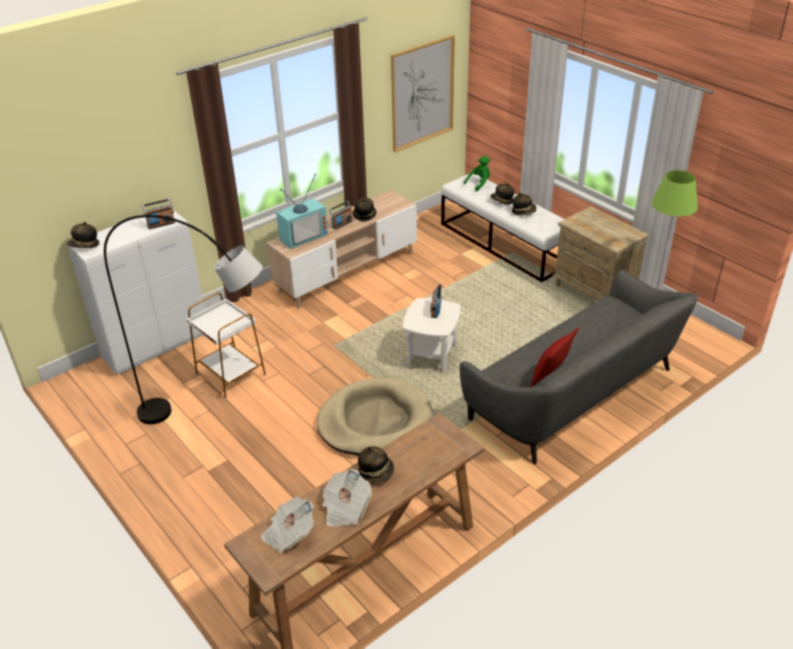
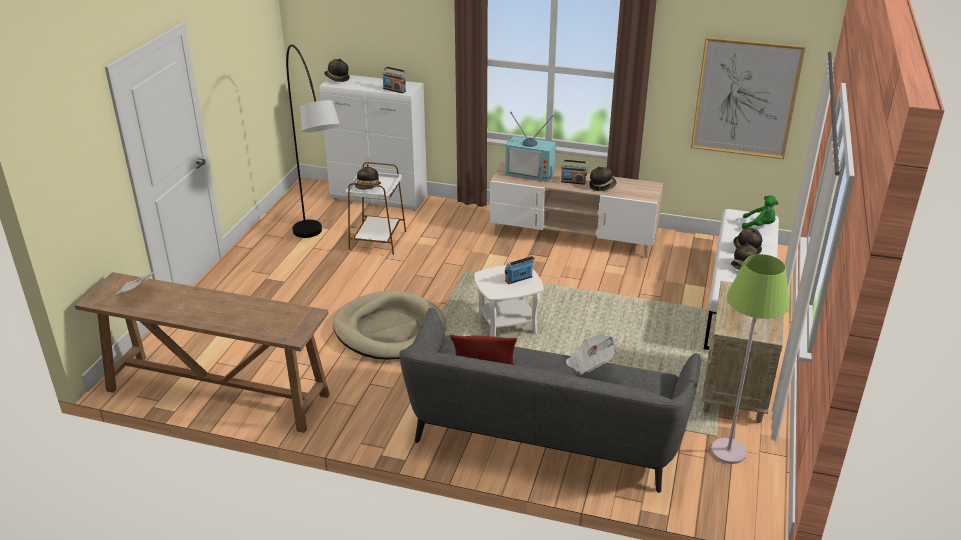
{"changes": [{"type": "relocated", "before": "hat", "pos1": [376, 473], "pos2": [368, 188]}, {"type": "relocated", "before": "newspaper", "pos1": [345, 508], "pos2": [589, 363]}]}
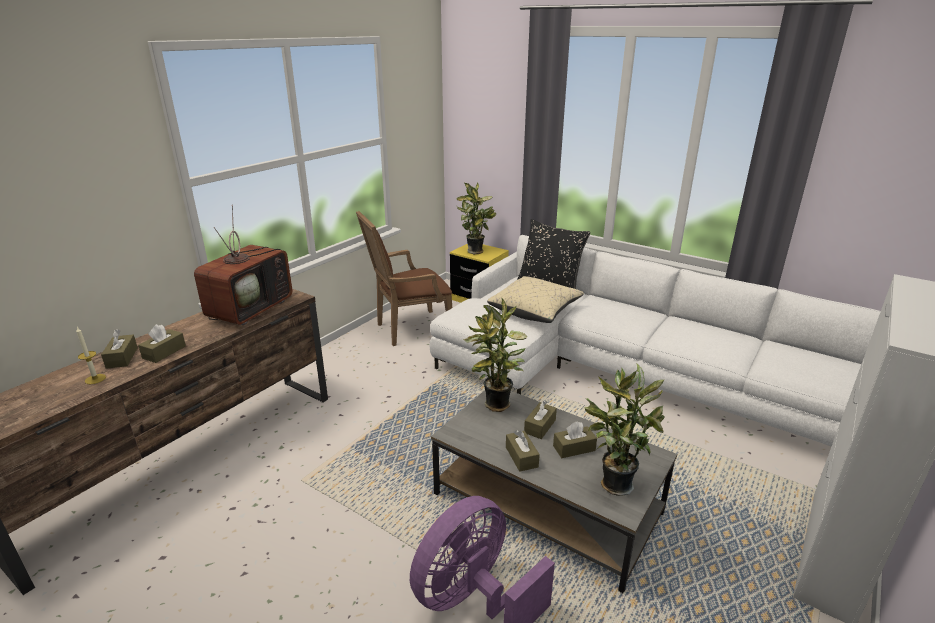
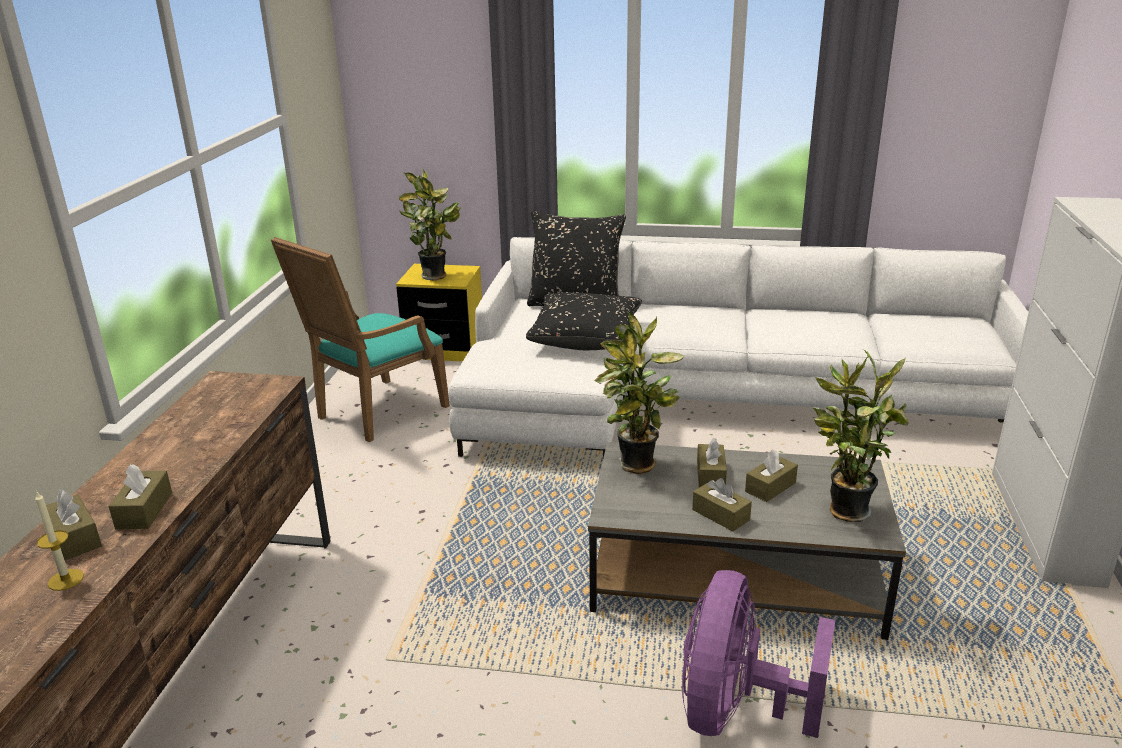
{"changes": [{"type": "missing", "before": "television", "pos1": [250, 308]}, {"type": "colour", "before": "armchair (brown)", "after": "armchair (turquoise)", "pos1": [409, 329], "pos2": [374, 413]}, {"type": "colour", "before": "pillow (beige)", "after": "pillow (black)", "pos1": [535, 310], "pos2": [586, 338]}]}
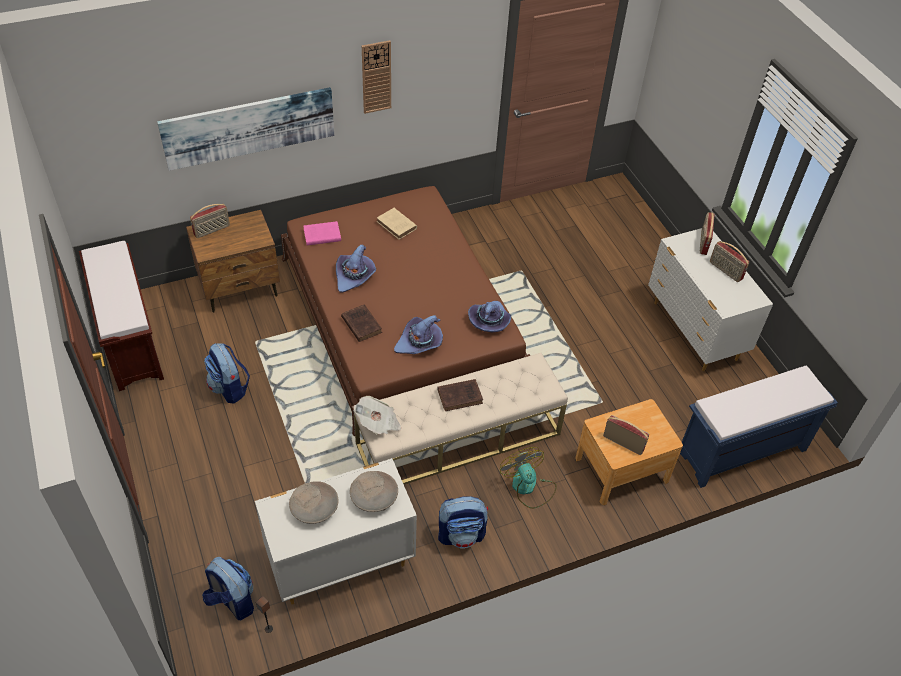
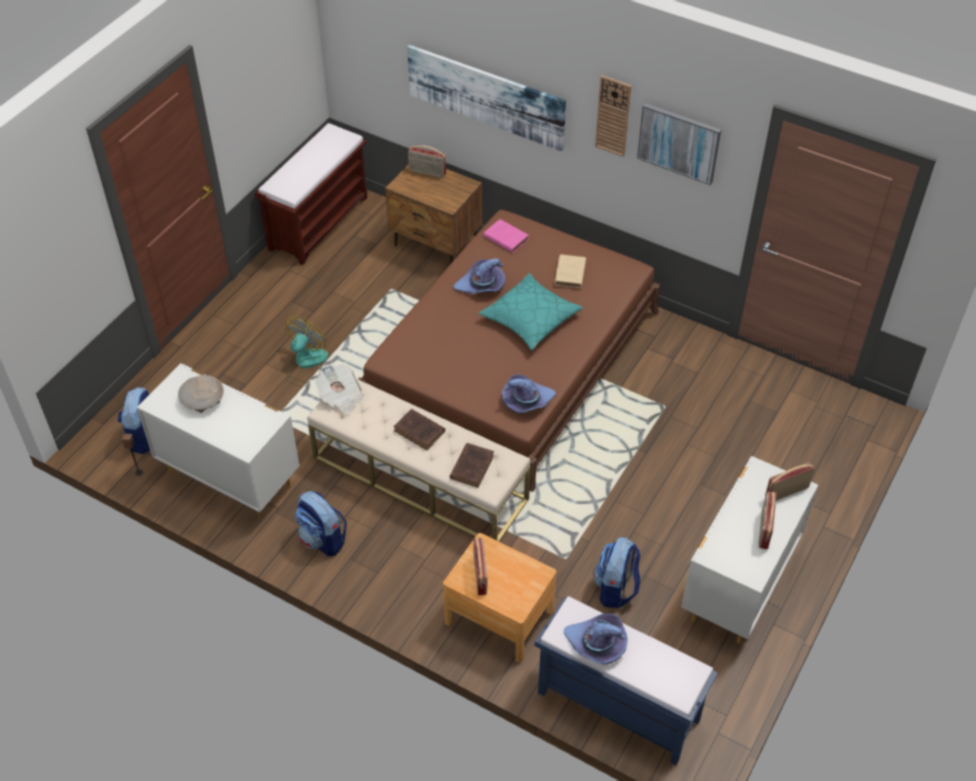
{"changes": [{"type": "relocated", "before": "book (brown)", "pos1": [361, 324], "pos2": [472, 466]}, {"type": "relocated", "before": "hat (purple)", "pos1": [420, 343], "pos2": [597, 644]}, {"type": "relocated", "before": "backpack", "pos1": [229, 388], "pos2": [616, 589]}, {"type": "relocated", "before": "fan", "pos1": [528, 487], "pos2": [306, 364]}, {"type": "missing", "before": "bowl (beige)", "pos1": [374, 497]}, {"type": "appeared", "after": "picture", "pos2": [679, 143]}, {"type": "appeared", "after": "pillow (turquoise)", "pos2": [530, 318]}]}
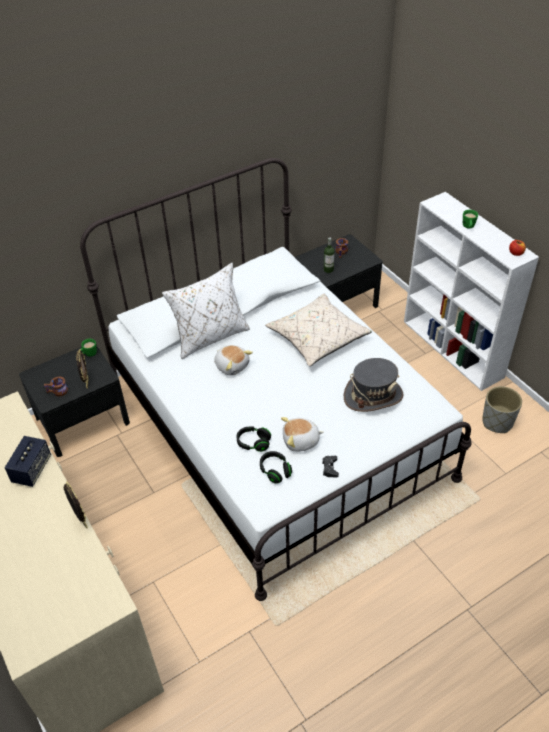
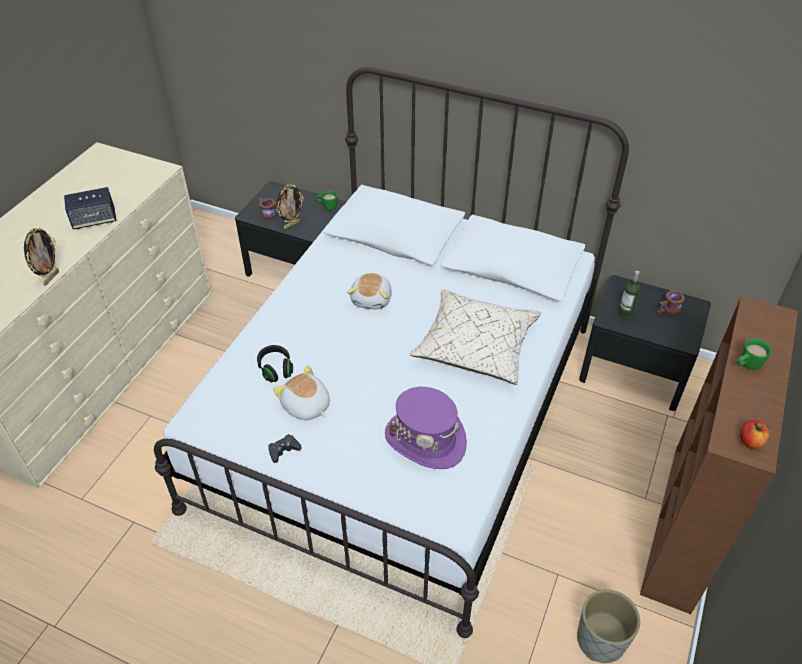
{"changes": [{"type": "colour", "before": "bookcase (white)", "after": "bookcase (brown)", "pos1": [453, 349], "pos2": [682, 527]}, {"type": "missing", "before": "pillow (white)", "pos1": [210, 337]}, {"type": "colour", "before": "hat (grey)", "after": "hat (purple)", "pos1": [373, 396], "pos2": [425, 440]}, {"type": "missing", "before": "headphones (black)", "pos1": [275, 471]}]}
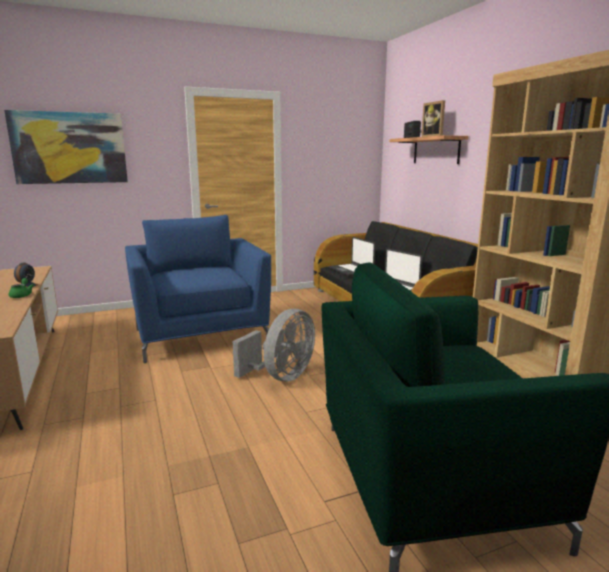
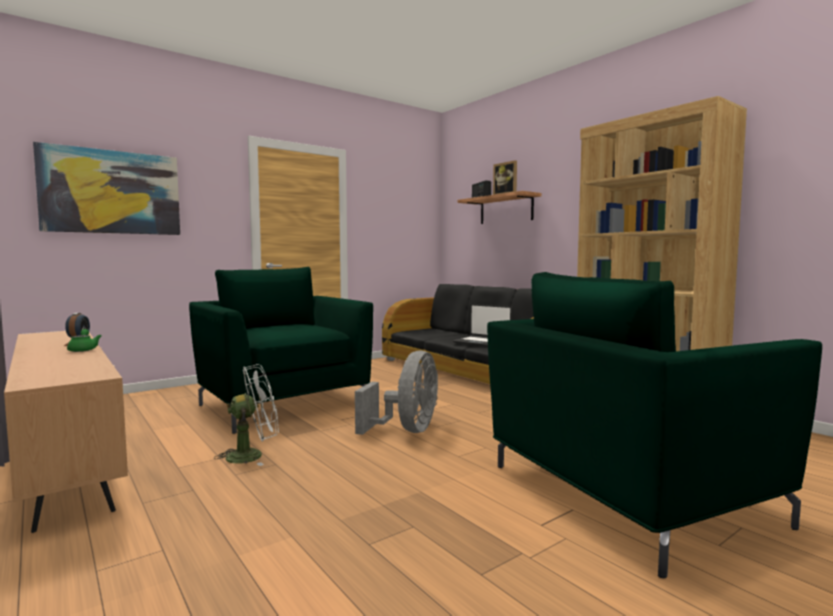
{"changes": [{"type": "colour", "before": "armchair (blue)", "after": "armchair (green)", "pos1": [201, 335], "pos2": [284, 404]}, {"type": "missing", "before": "laptop", "pos1": [351, 270]}, {"type": "appeared", "after": "fan (white)", "pos2": [252, 455]}]}
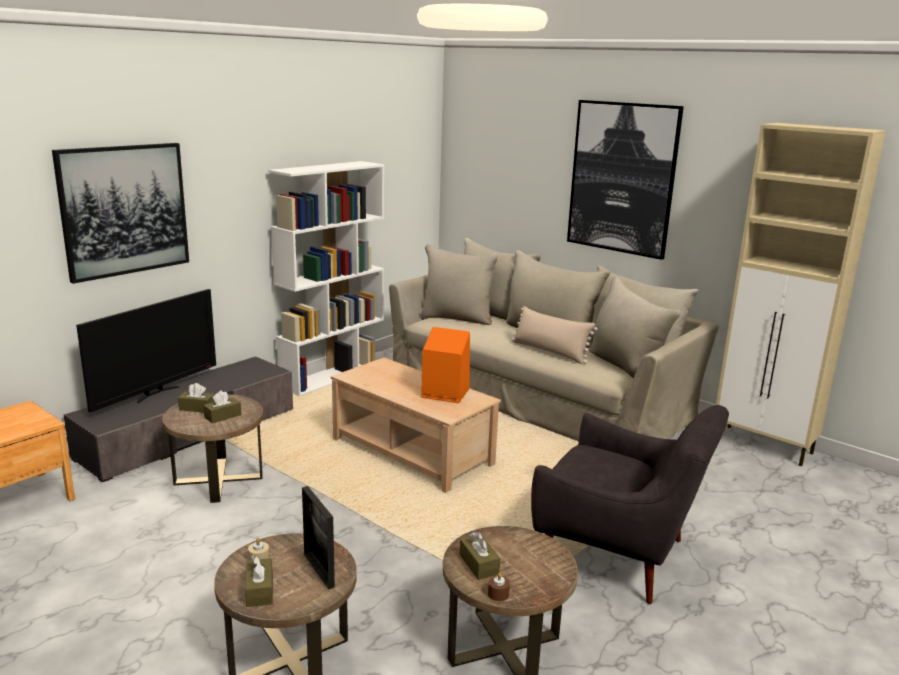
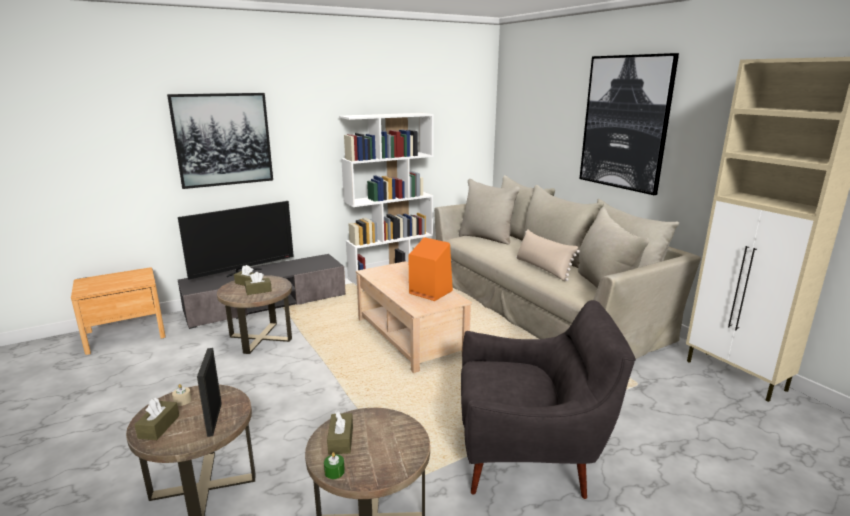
{"changes": [{"type": "spun", "before": "armchair (grey)", "pos1": [619, 556], "pos2": [529, 455], "turn": -45}, {"type": "colour", "before": "candle (brown)", "after": "candle (green)", "pos1": [498, 594], "pos2": [334, 471]}]}
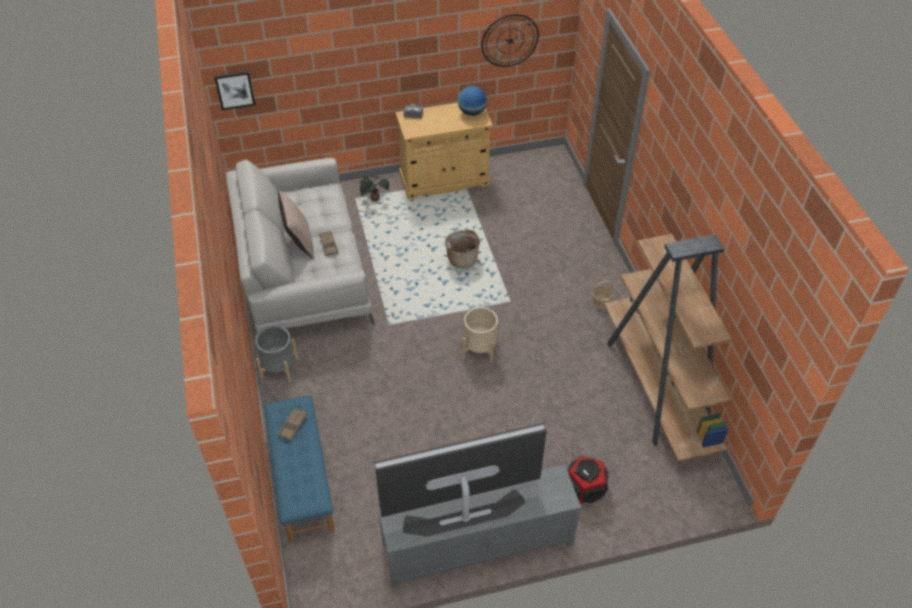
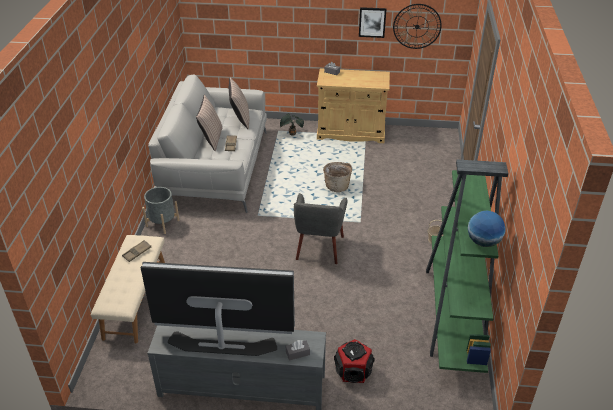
{"changes": [{"type": "relocated", "before": "picture", "pos1": [235, 90], "pos2": [372, 22]}, {"type": "relocated", "before": "globe", "pos1": [472, 112], "pos2": [483, 242]}, {"type": "colour", "before": "bookcase (brown)", "after": "bookcase (green)", "pos1": [657, 388], "pos2": [454, 314]}, {"type": "exchanged", "before": "planter (beige)", "after": "armchair (grey)", "pos1": [480, 348], "pos2": [319, 248]}, {"type": "colour", "before": "bench (blue)", "after": "bench (beige)", "pos1": [302, 480], "pos2": [135, 300]}, {"type": "appeared", "after": "pillow", "pos2": [240, 119]}, {"type": "appeared", "after": "tissue box (grey)", "pos2": [297, 353]}]}
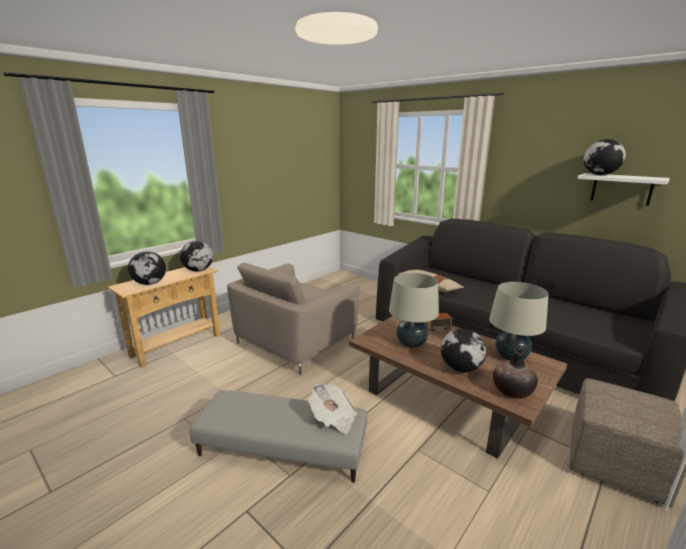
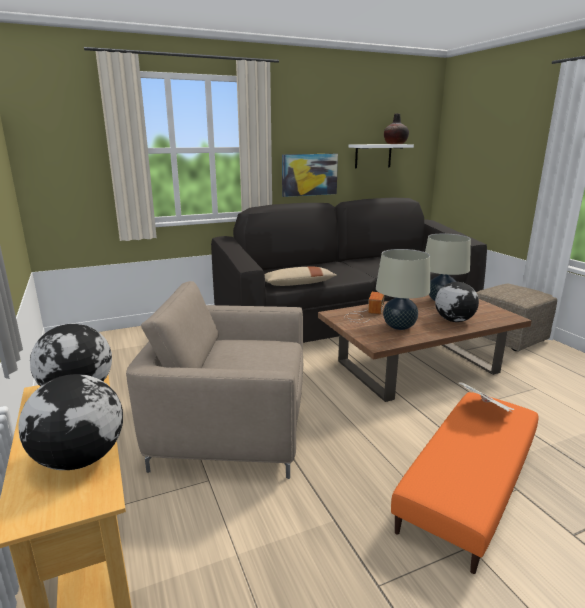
{"changes": [{"type": "missing", "before": "globe", "pos1": [600, 175]}, {"type": "spun", "before": "armchair (beige)", "pos1": [295, 341], "pos2": [231, 426], "turn": 120}, {"type": "relocated", "before": "vase", "pos1": [512, 391], "pos2": [395, 144]}, {"type": "colour", "before": "ottoman (grey)", "after": "ottoman (orange)", "pos1": [282, 447], "pos2": [469, 485]}, {"type": "appeared", "after": "picture", "pos2": [309, 174]}]}
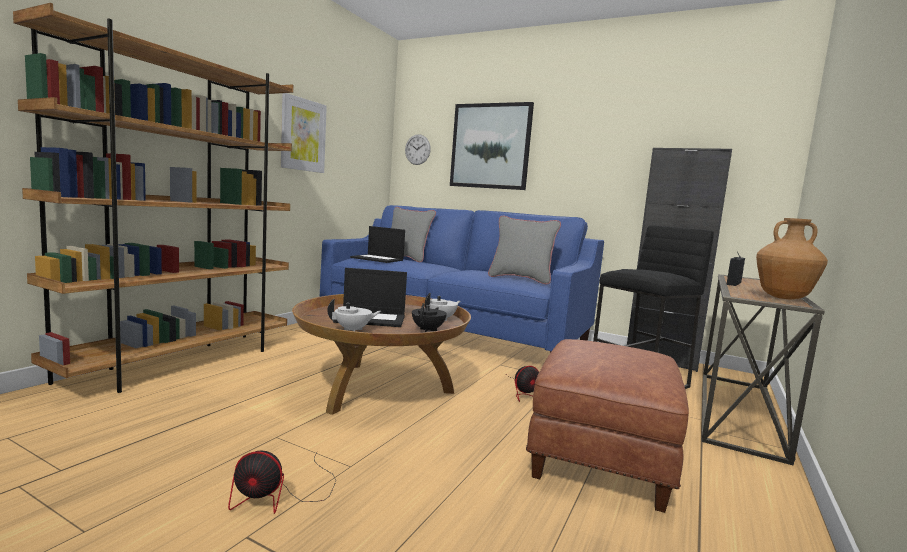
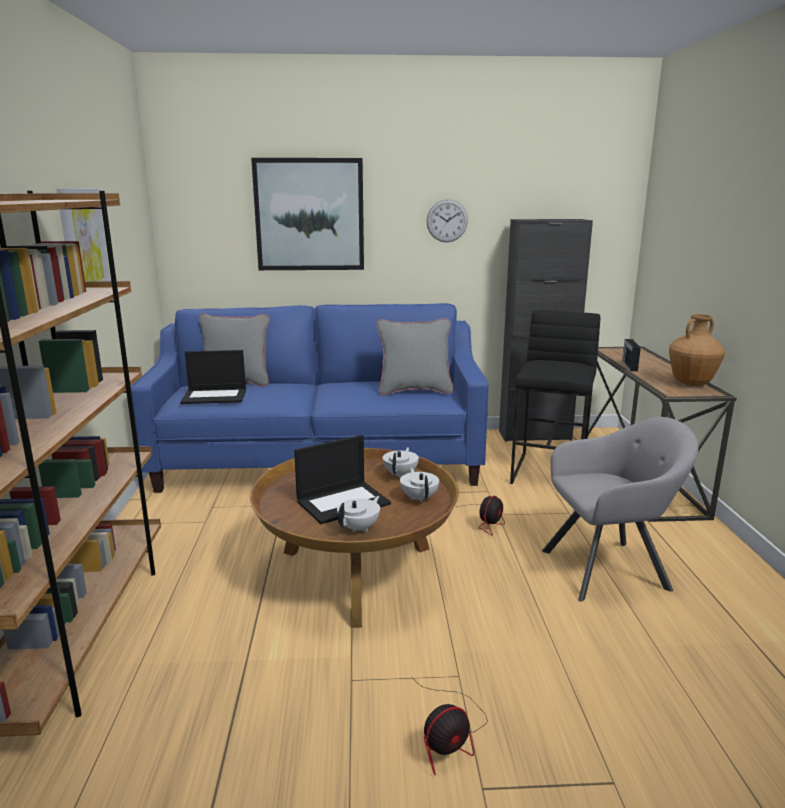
{"changes": [{"type": "relocated", "before": "wall clock", "pos1": [417, 149], "pos2": [447, 221]}, {"type": "colour", "before": "teapot (black)", "after": "teapot (white)", "pos1": [428, 330], "pos2": [419, 498]}, {"type": "exchanged", "before": "ottoman (brown)", "after": "armchair (grey)", "pos1": [602, 457], "pos2": [610, 569]}]}
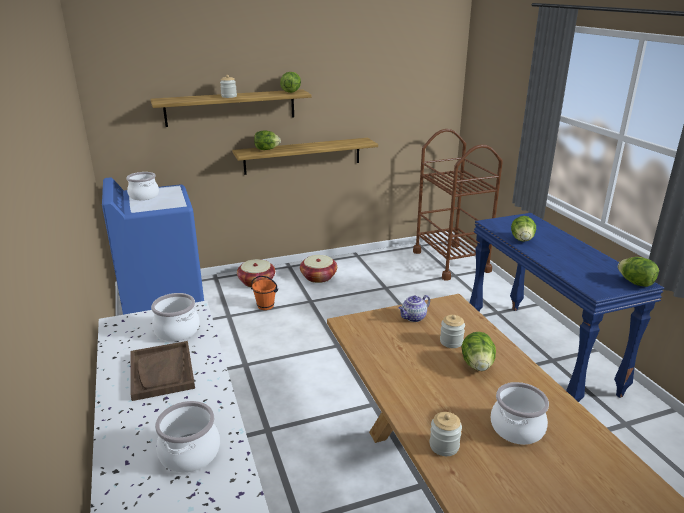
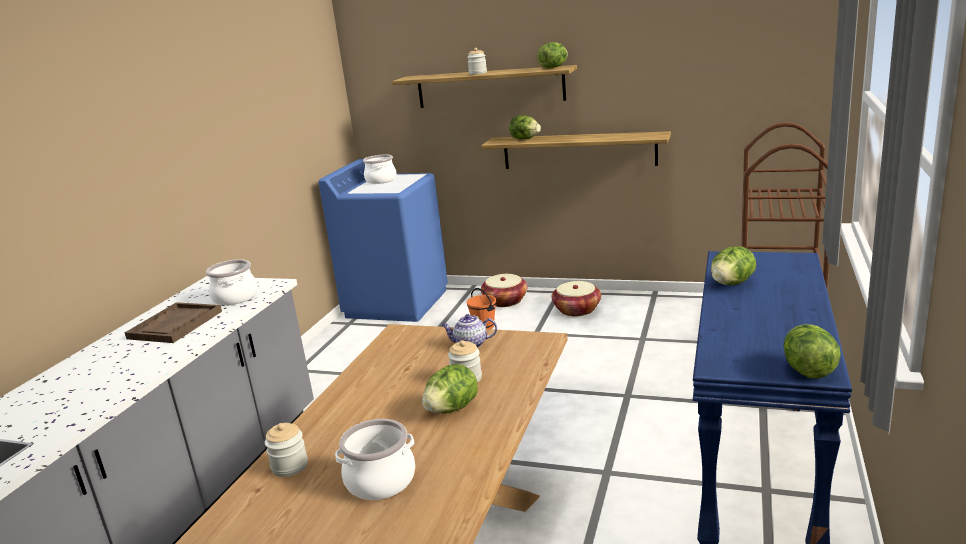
{"changes": [{"type": "missing", "before": "cooking pot", "pos1": [189, 453]}]}
